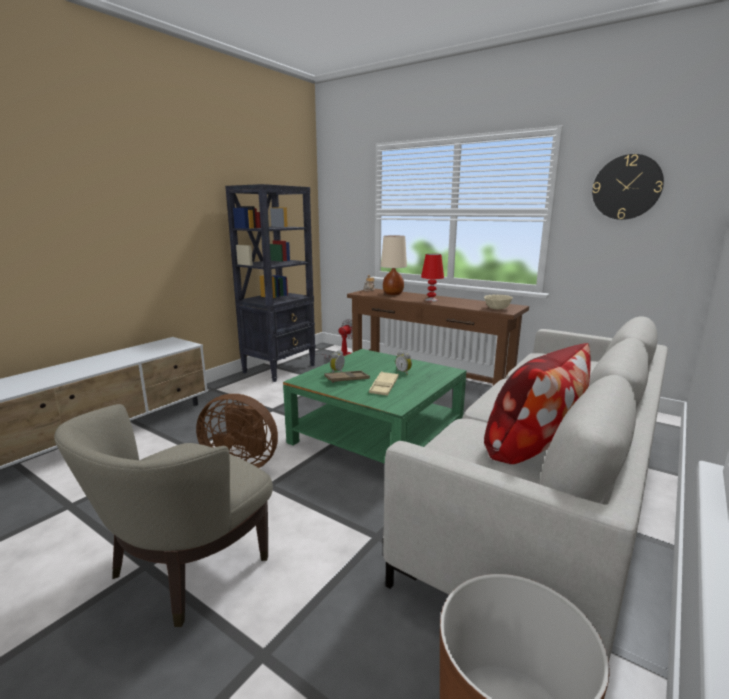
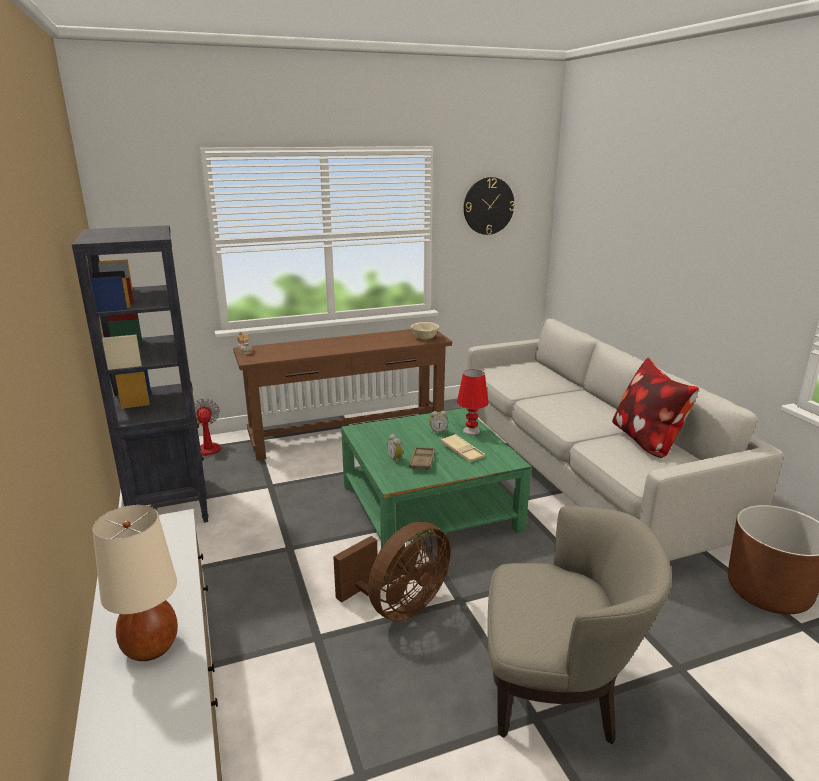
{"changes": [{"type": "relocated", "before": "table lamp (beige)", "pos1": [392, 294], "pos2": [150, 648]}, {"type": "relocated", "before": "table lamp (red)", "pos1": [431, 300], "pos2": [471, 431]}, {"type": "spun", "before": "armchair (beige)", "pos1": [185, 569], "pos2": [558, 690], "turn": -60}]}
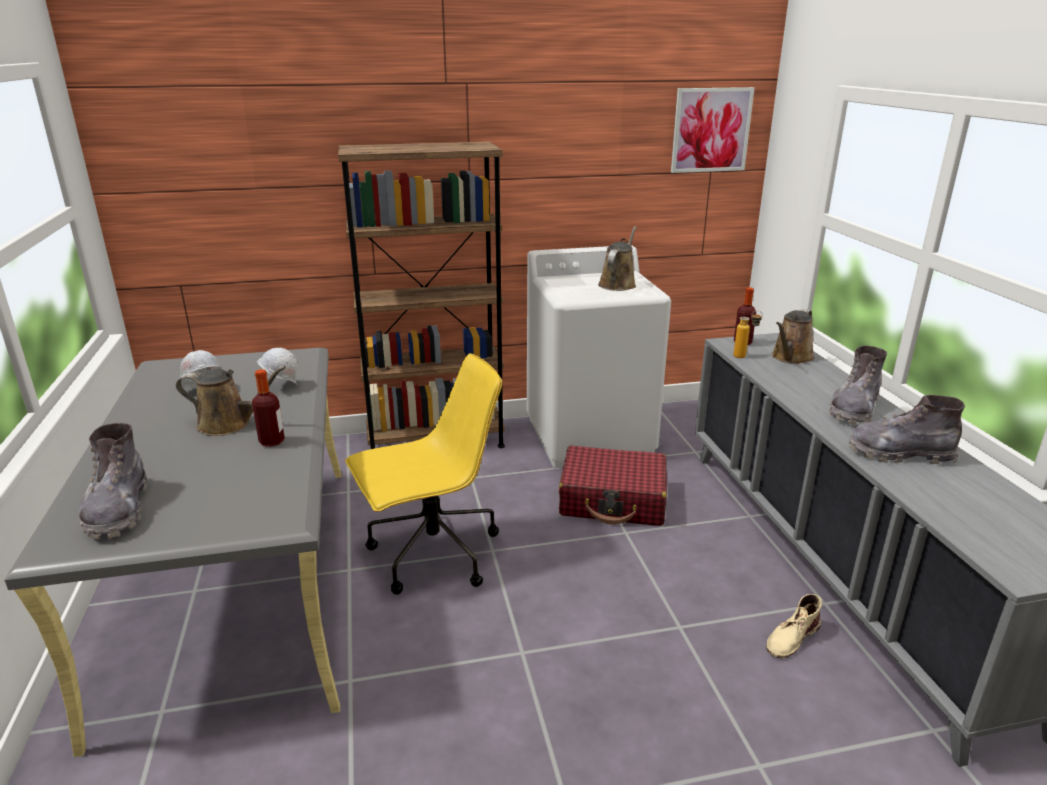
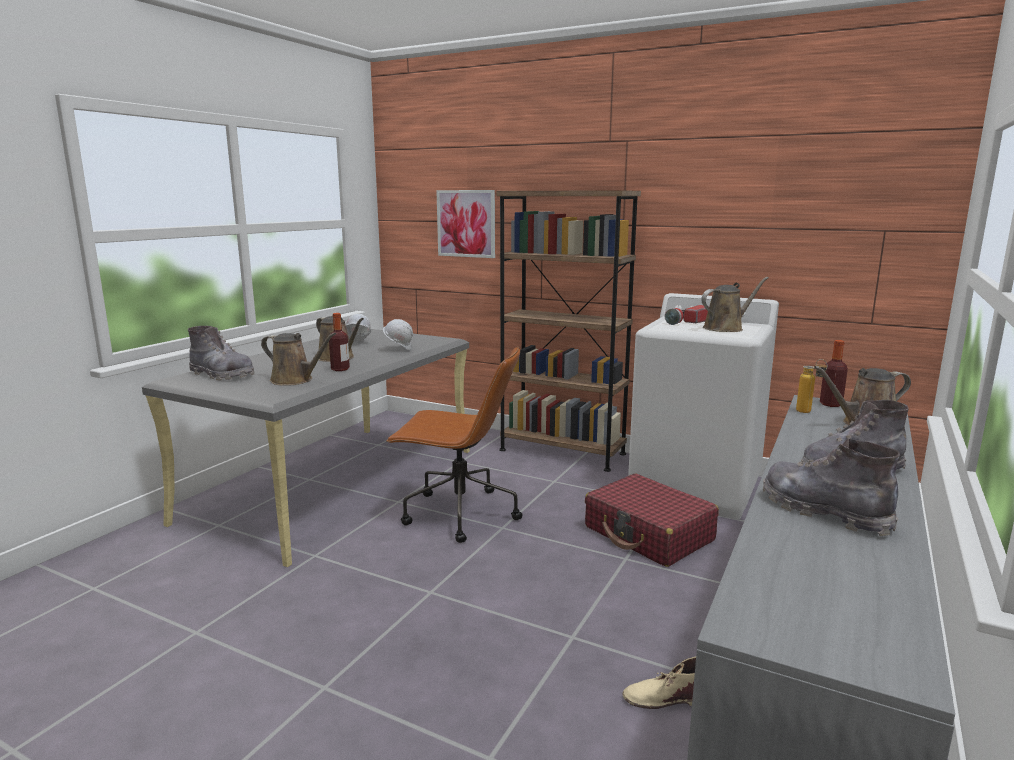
{"changes": [{"type": "relocated", "before": "picture", "pos1": [711, 130], "pos2": [466, 223]}, {"type": "colour", "before": "office chair (yellow)", "after": "office chair (brown)", "pos1": [432, 555], "pos2": [458, 514]}, {"type": "spun", "before": "boot (grey)", "pos1": [118, 509], "pos2": [222, 375], "turn": -90}, {"type": "appeared", "after": "flashlight", "pos2": [686, 322]}, {"type": "appeared", "after": "watering can (brown)", "pos2": [295, 380]}]}
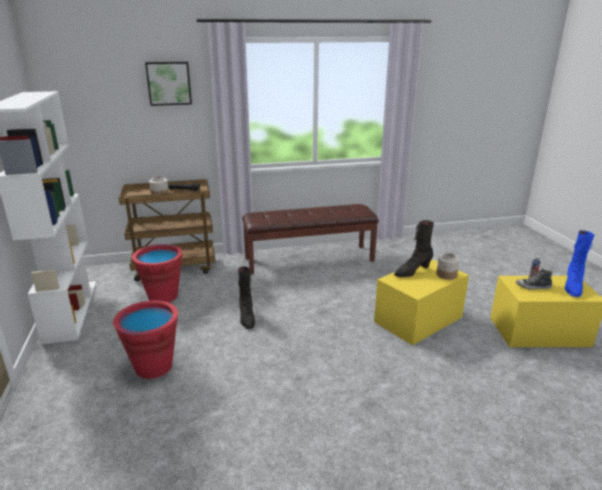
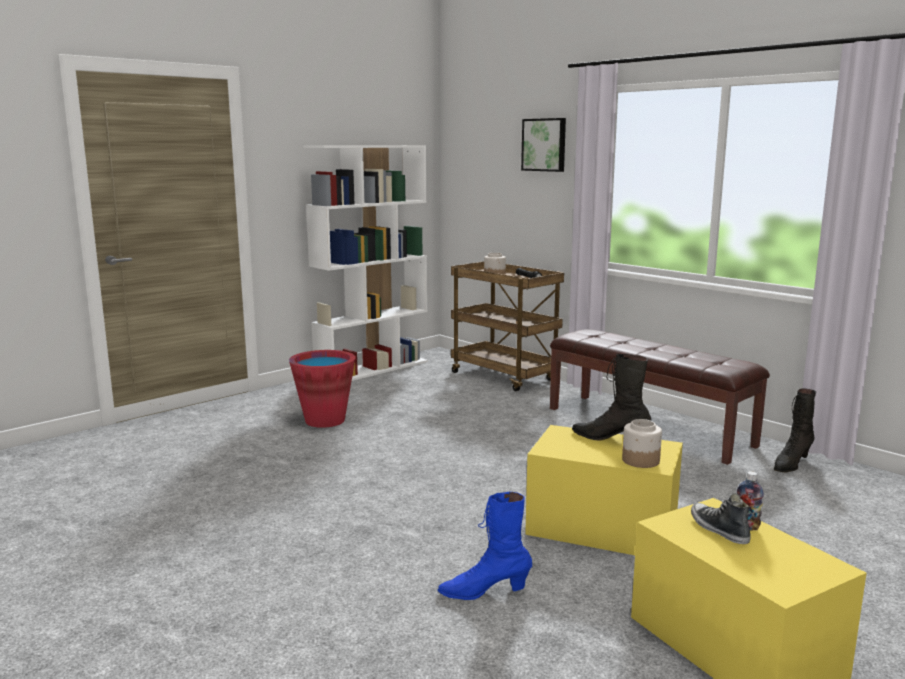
{"changes": [{"type": "relocated", "before": "boot (blue)", "pos1": [572, 287], "pos2": [484, 591]}, {"type": "missing", "before": "bucket (red)", "pos1": [163, 296]}, {"type": "relocated", "before": "boot (black)", "pos1": [247, 318], "pos2": [791, 464]}]}
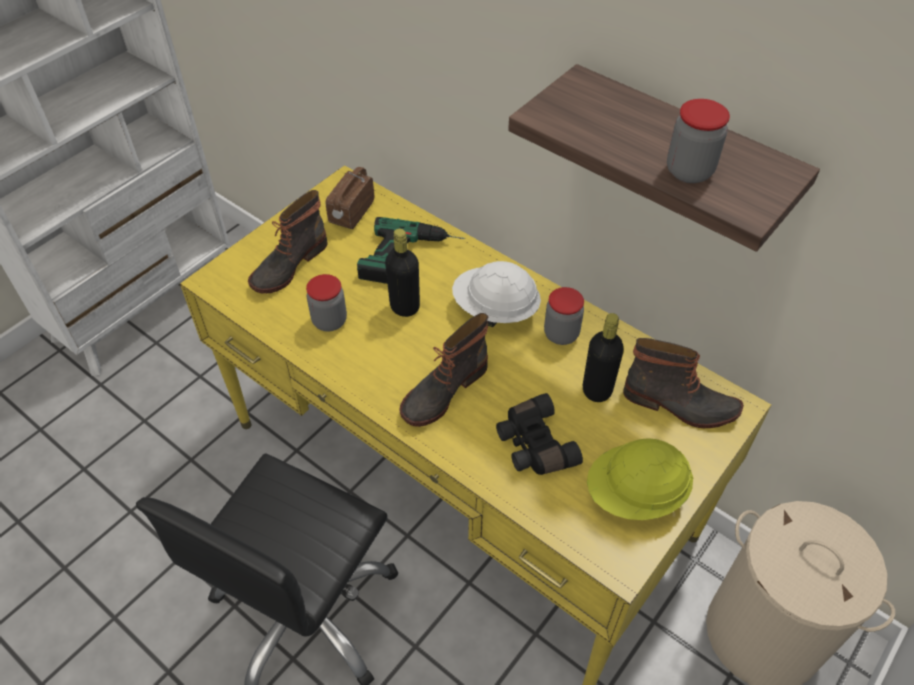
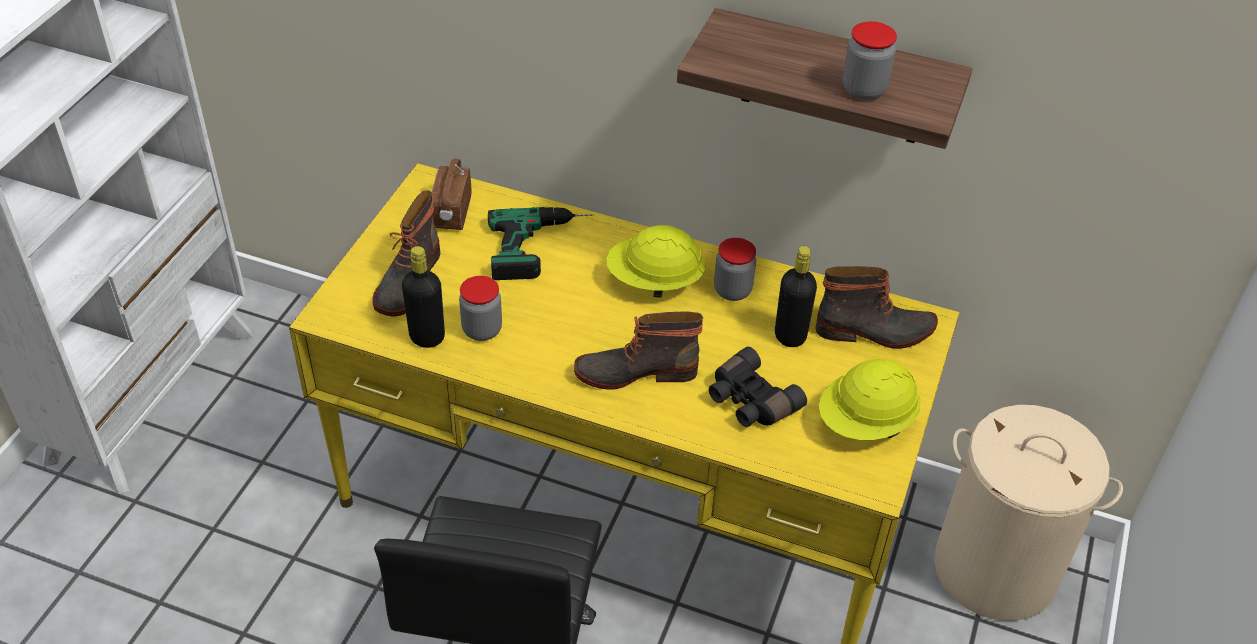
{"changes": [{"type": "relocated", "before": "bottle (black)", "pos1": [405, 307], "pos2": [427, 337]}, {"type": "colour", "before": "hard hat (white)", "after": "hard hat (yellow)", "pos1": [495, 310], "pos2": [654, 281]}, {"type": "spun", "before": "boot", "pos1": [443, 390], "pos2": [635, 371], "turn": 60}]}
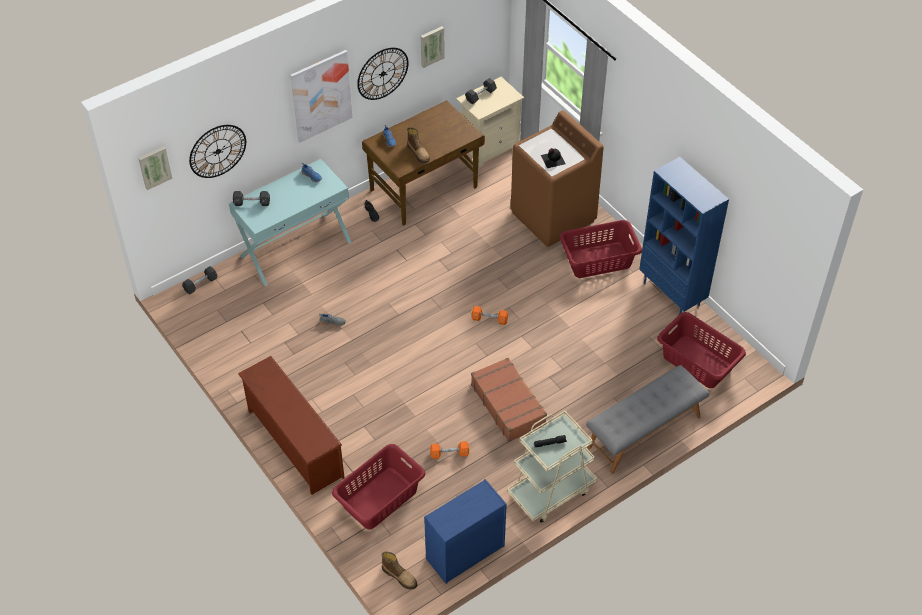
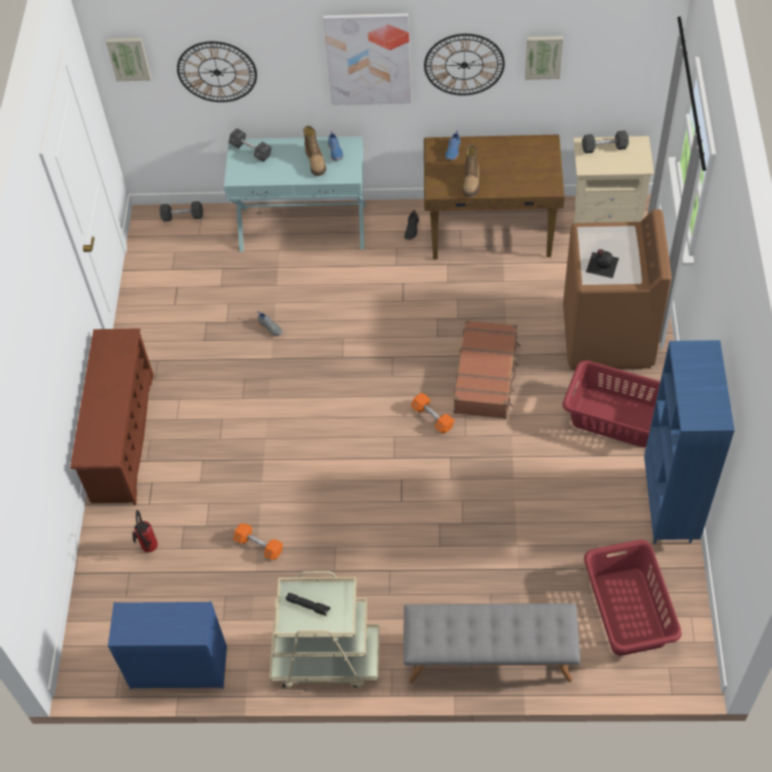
{"changes": [{"type": "relocated", "before": "suitcase (brown)", "pos1": [508, 405], "pos2": [486, 376]}, {"type": "exchanged", "before": "laundry basket (red)", "after": "fire extinguisher", "pos1": [379, 498], "pos2": [149, 549]}, {"type": "relocated", "before": "boot", "pos1": [400, 576], "pos2": [316, 161]}]}
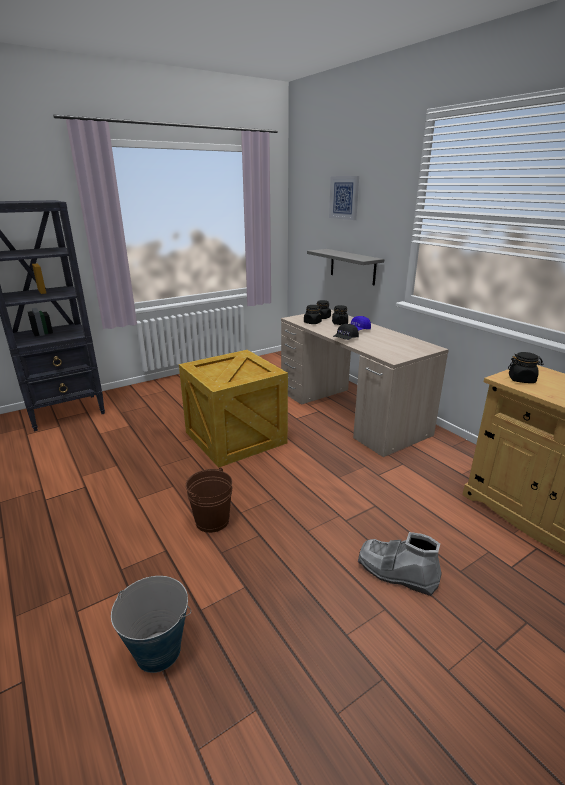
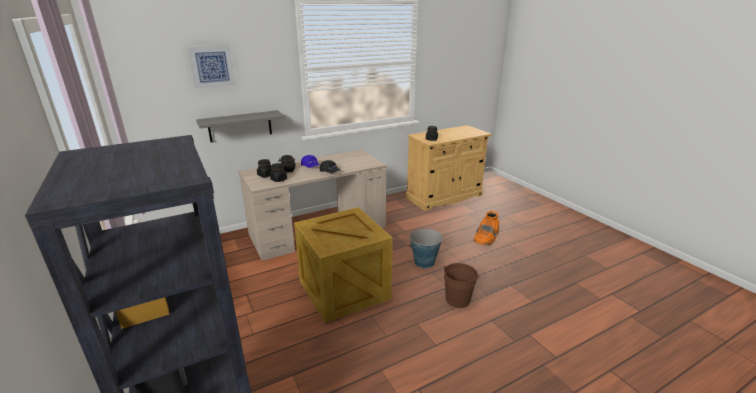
{"changes": [{"type": "colour", "before": "boot (grey)", "after": "boot (orange)", "pos1": [396, 572], "pos2": [486, 238]}, {"type": "relocated", "before": "bucket", "pos1": [158, 650], "pos2": [424, 262]}]}
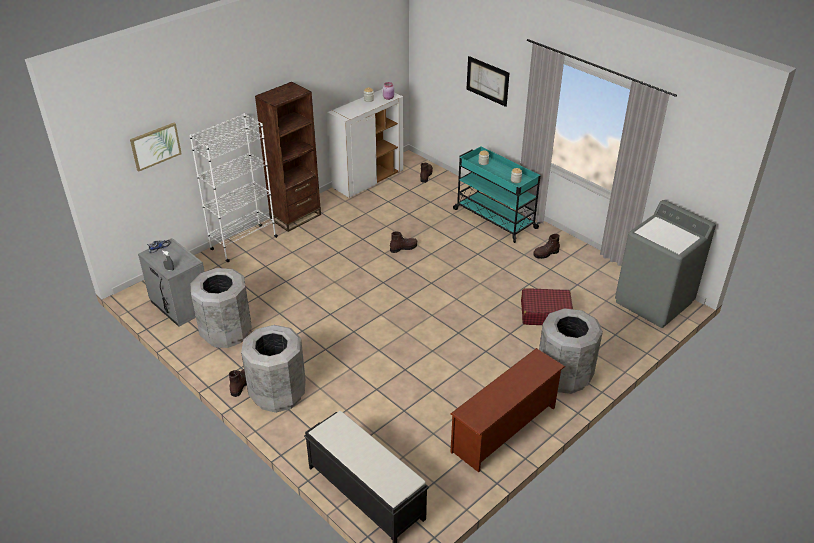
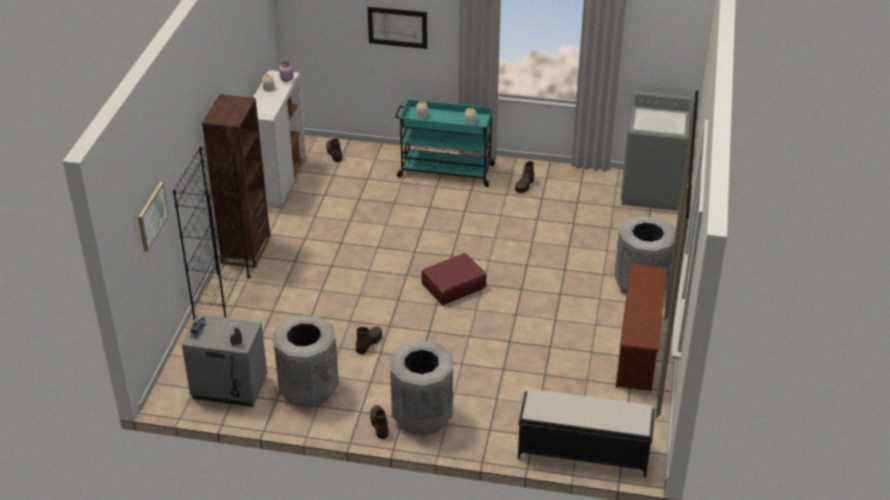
{"changes": [{"type": "colour", "before": "bookcase (white)", "after": "bookcase (black)", "pos1": [243, 243], "pos2": [222, 299]}, {"type": "relocated", "before": "boot (brown)", "pos1": [403, 248], "pos2": [368, 343]}, {"type": "relocated", "before": "suitcase (red)", "pos1": [545, 313], "pos2": [453, 286]}]}
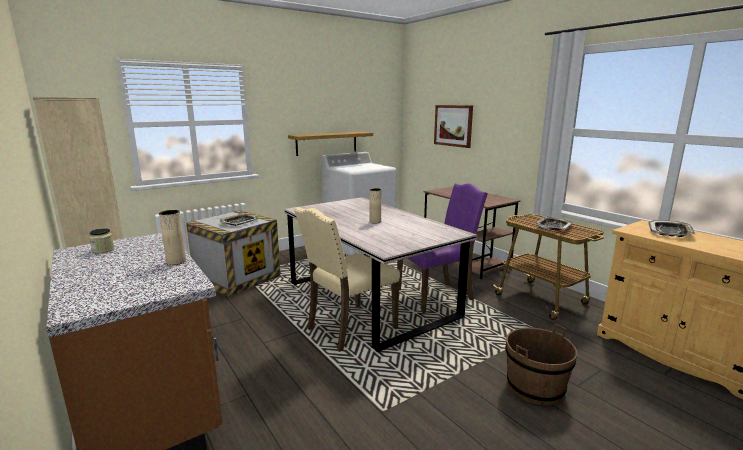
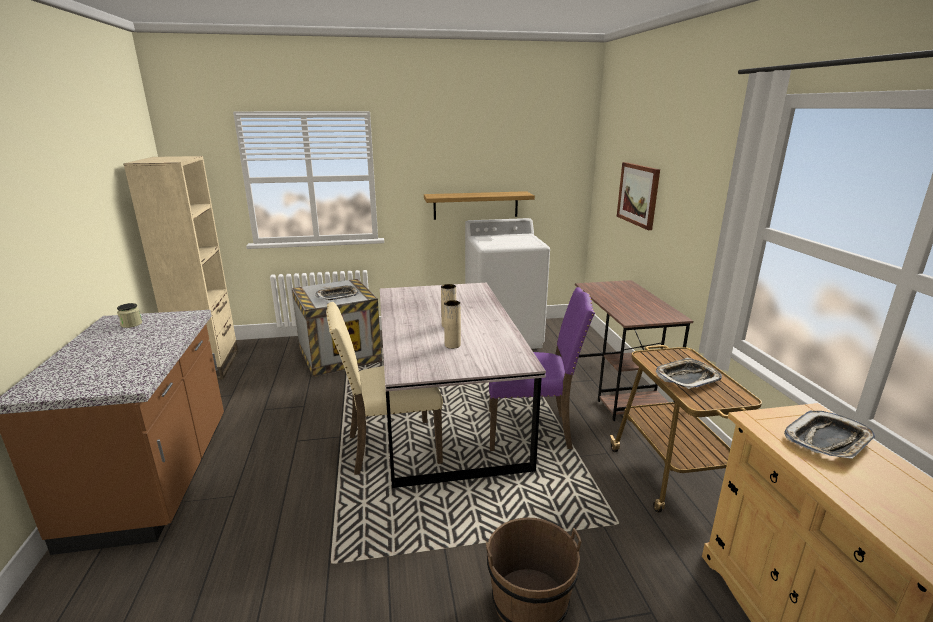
{"changes": [{"type": "relocated", "before": "vase (beige)", "pos1": [176, 261], "pos2": [452, 345]}]}
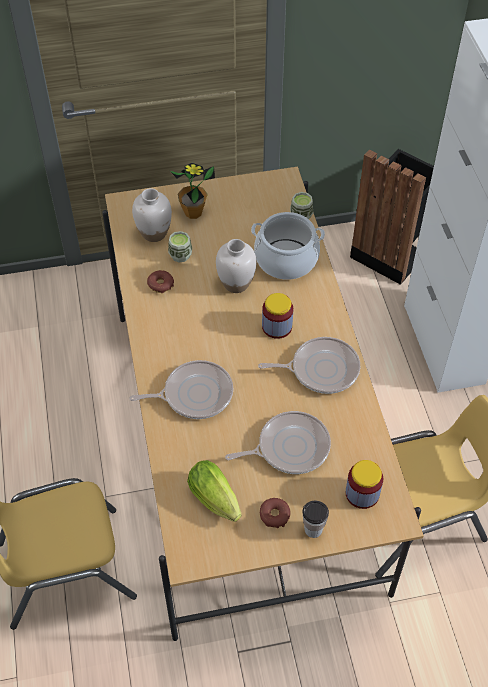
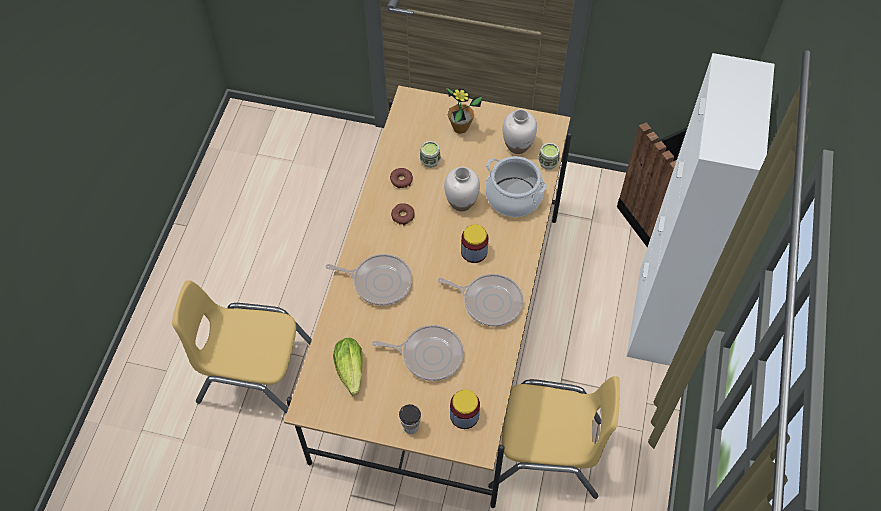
{"changes": [{"type": "relocated", "before": "vase (white)", "pos1": [154, 233], "pos2": [517, 145]}, {"type": "relocated", "before": "donut", "pos1": [274, 515], "pos2": [403, 216]}]}
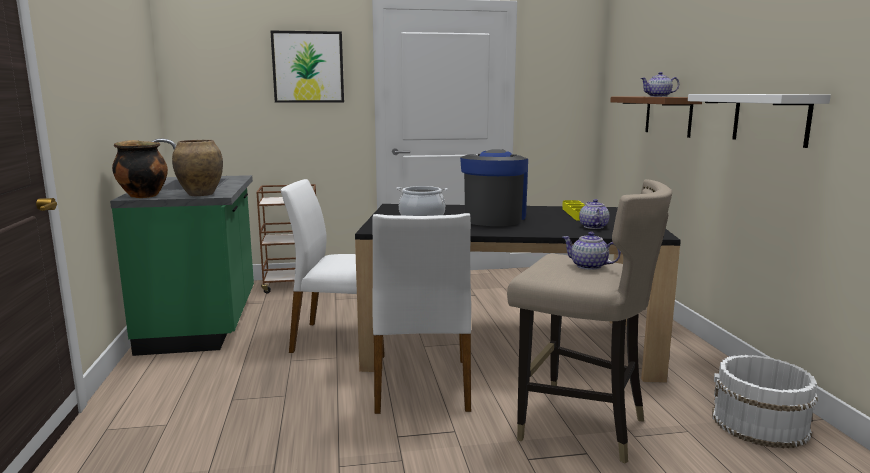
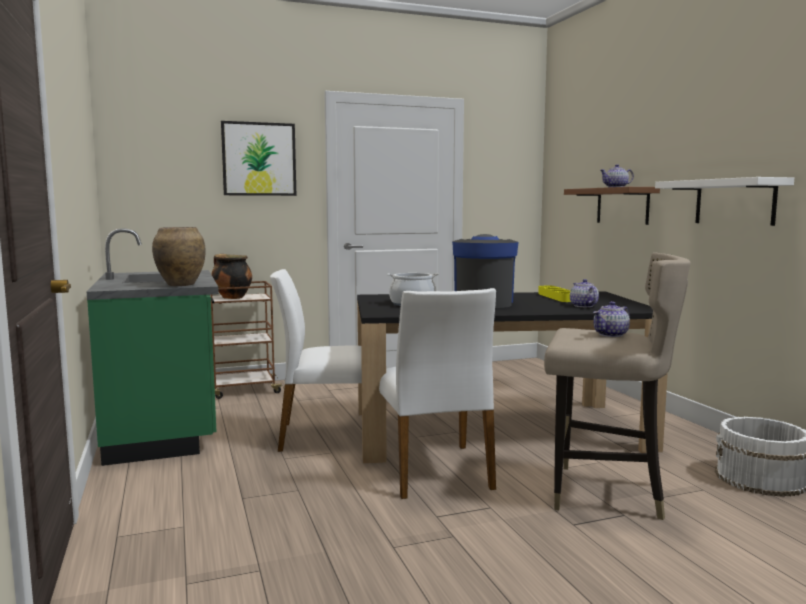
{"changes": [{"type": "relocated", "before": "cooking pot", "pos1": [142, 196], "pos2": [231, 297]}, {"type": "spun", "before": "teapot", "pos1": [589, 266], "pos2": [611, 334], "turn": -60}]}
